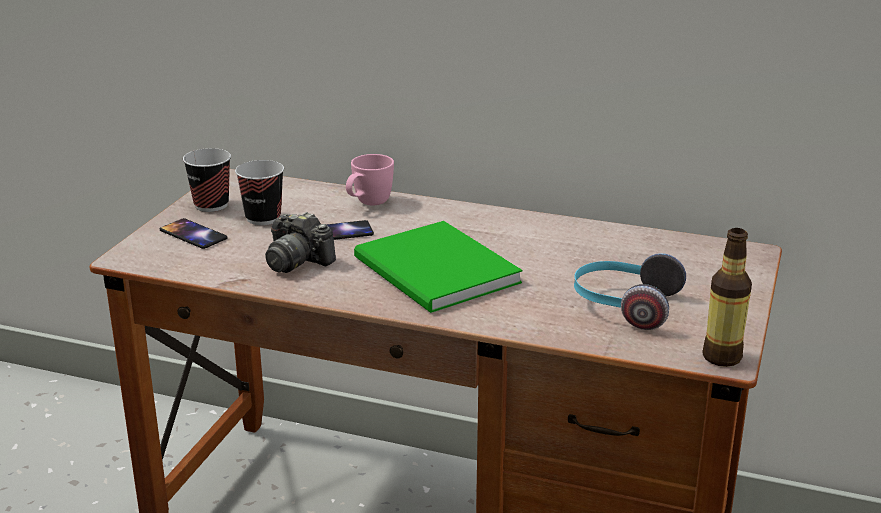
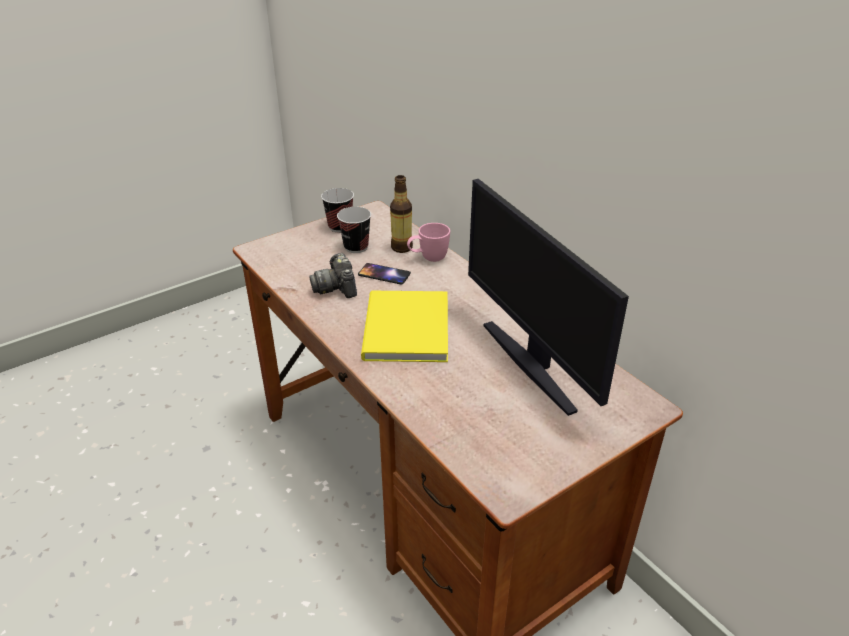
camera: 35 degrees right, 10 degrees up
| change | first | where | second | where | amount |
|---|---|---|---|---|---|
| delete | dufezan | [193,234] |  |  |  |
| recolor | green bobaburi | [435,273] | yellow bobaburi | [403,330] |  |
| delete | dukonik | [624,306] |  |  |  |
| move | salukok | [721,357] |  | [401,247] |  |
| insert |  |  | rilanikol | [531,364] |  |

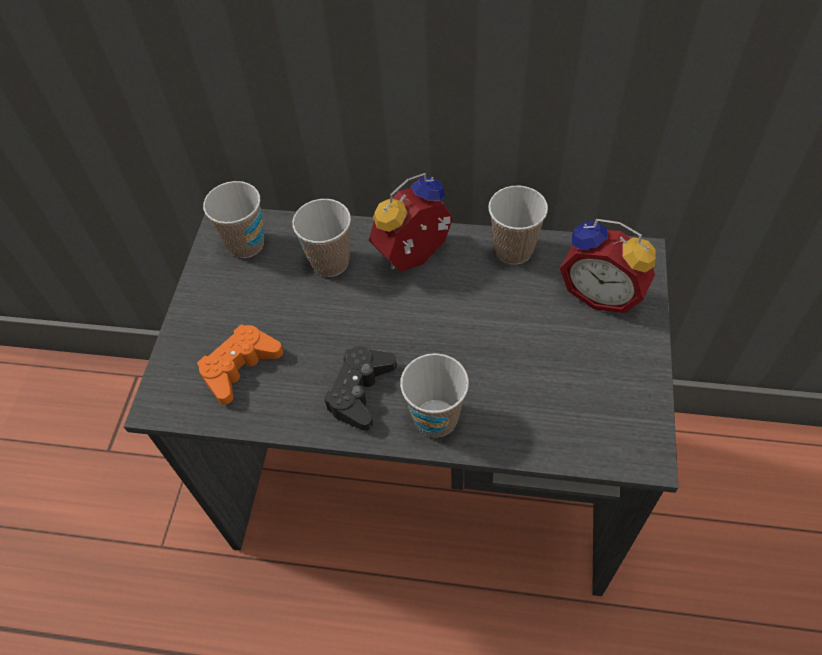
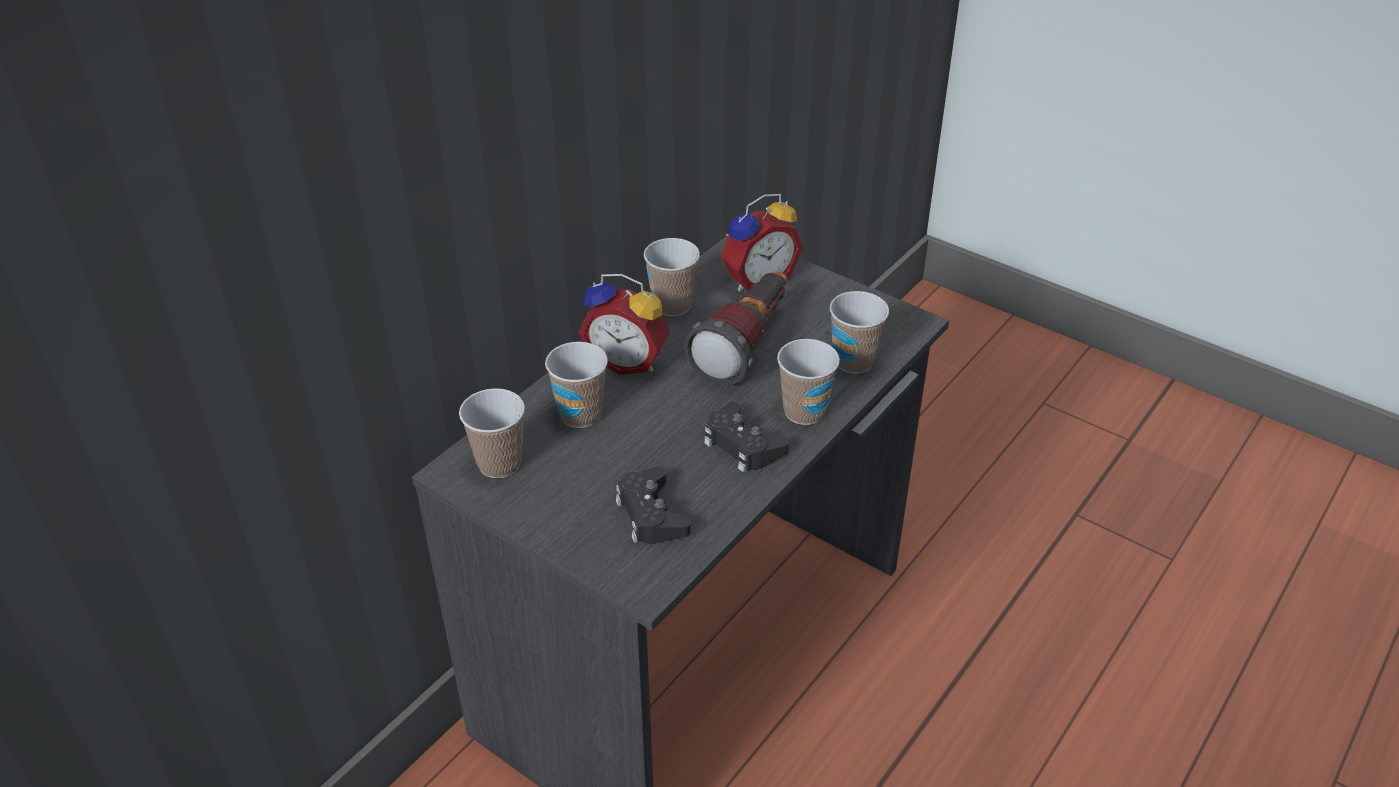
camera: 65 degrees left, 15 degrees down
| change | first | where | second | where | amount |
|---|---|---|---|---|---|
| recolor | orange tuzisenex | [240,367] | black tuzisenex | [651,514] |  |
| rotate | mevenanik | [416,258] |  | [628,361] | 60 degrees counterclockwise |
| insert |  |  | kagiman | [746,345] |  |
| insert |  |  | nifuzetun | [853,361] |  |

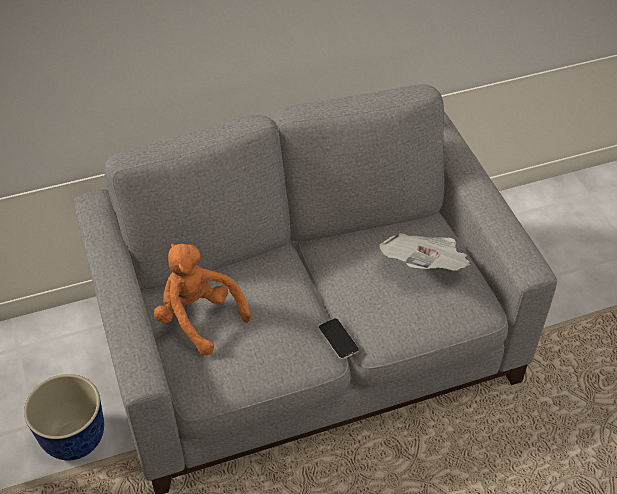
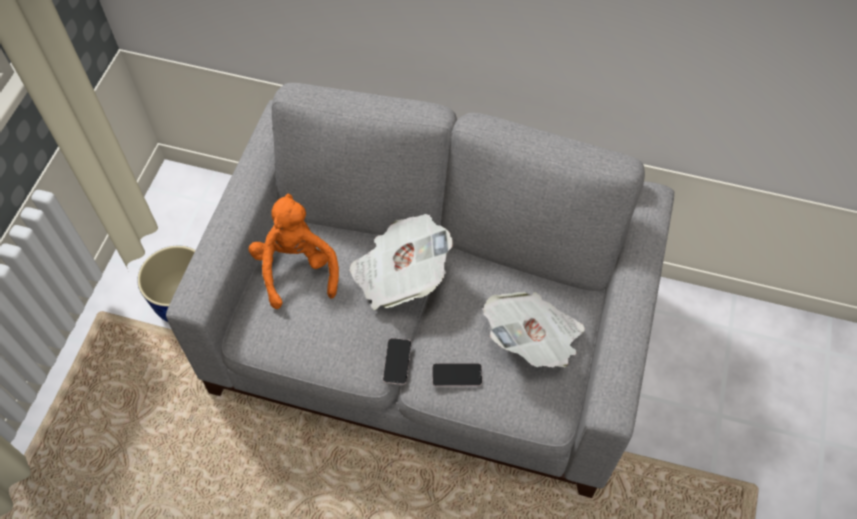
camera: 35 degrees right, 10 degrees up
| change | first | where | second | where | amount |
|---|---|---|---|---|---|
| insert |  |  | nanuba | [400,275] |  |
| insert |  |  | dufezan | [457,375] |  |

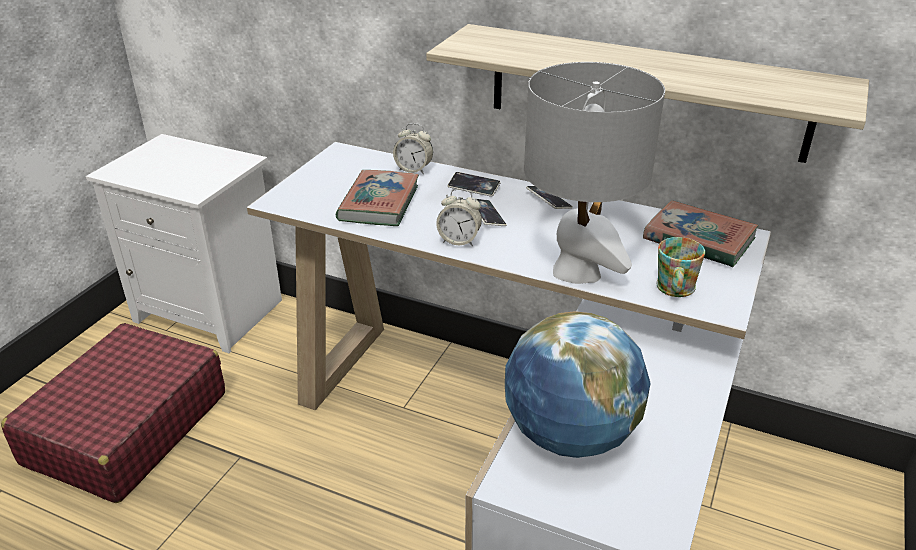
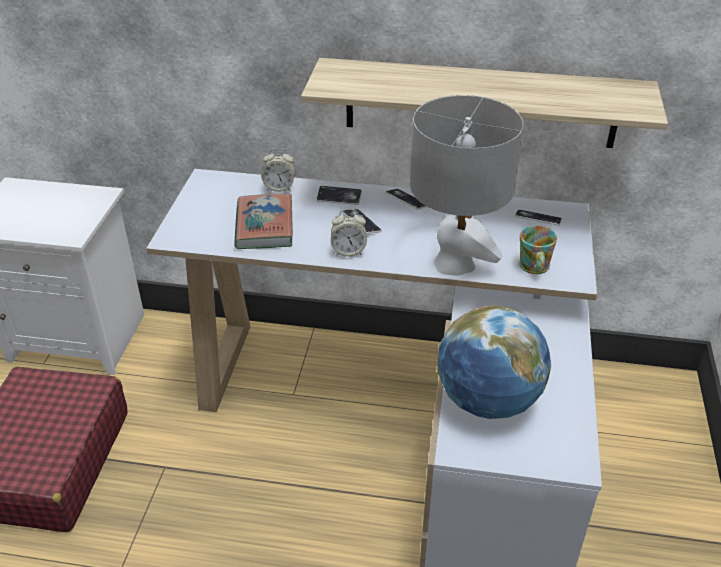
camera: 15 degrees left, 5 degrees up
| change | first | where | second | where | amount |
|---|---|---|---|---|---|
| replace | bobaburi | [698,239] | dufezan | [537,220] |  |

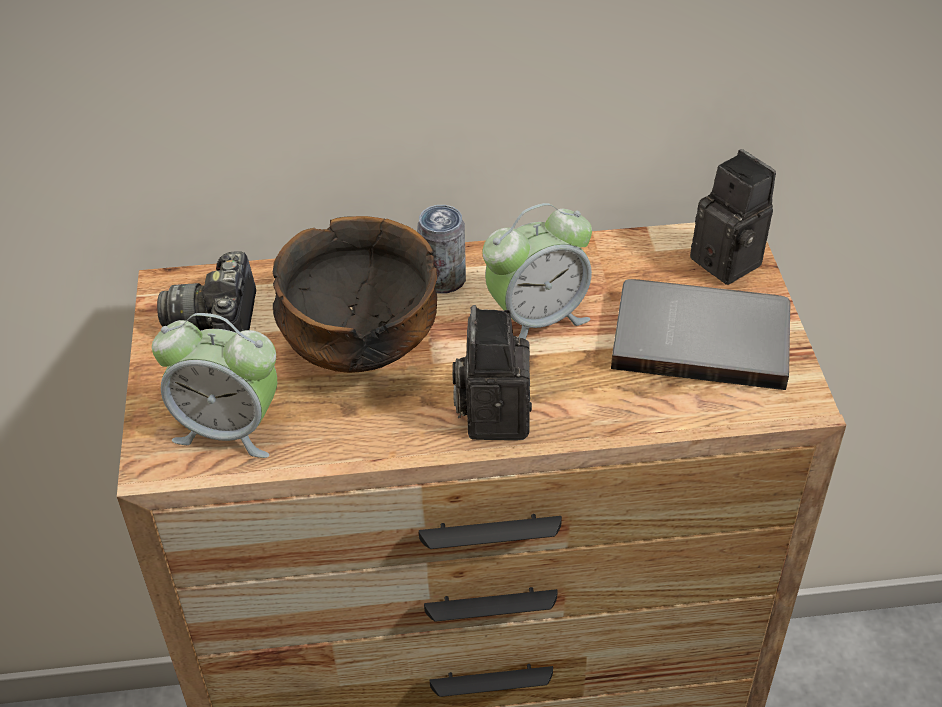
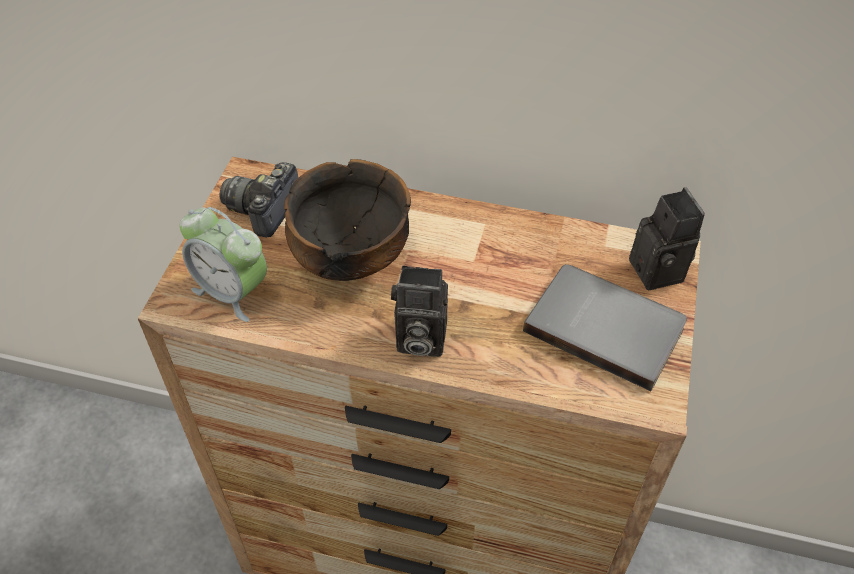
camera: 20 degrees right, 5 degrees up
| change | first | where | second | where | amount |
|---|---|---|---|---|---|
| delete | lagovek | [443,280] |  |  |  |
| rotate | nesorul | [493,414] |  | [418,339] | 105 degrees counterclockwise |
| delete | mevenanik | [537,319] |  |  |  |

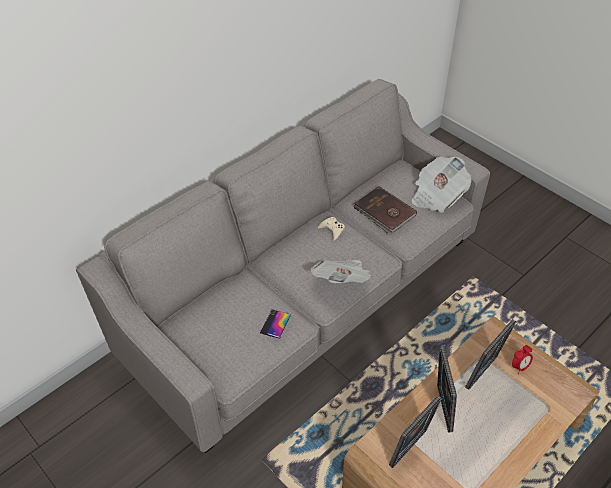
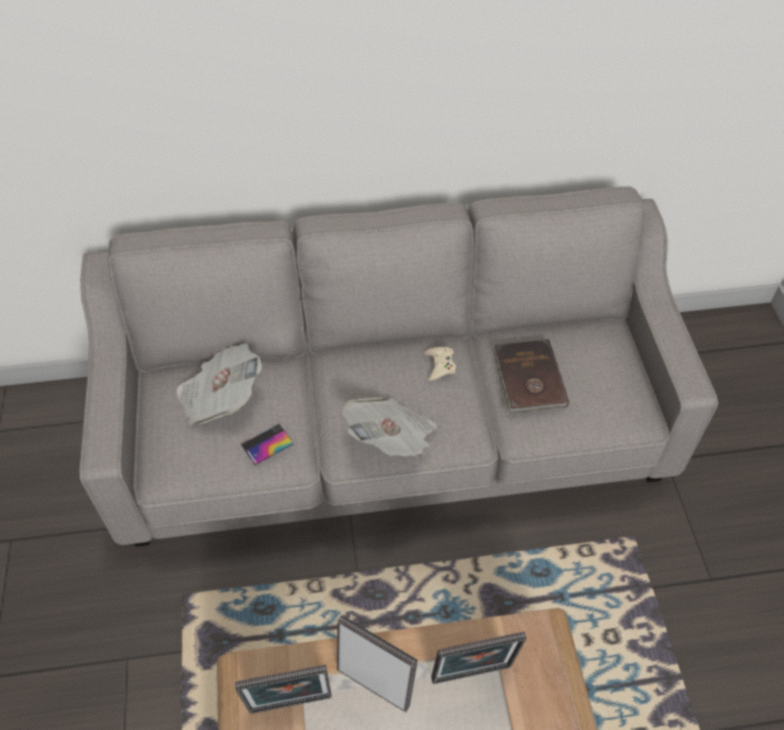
camera: 35 degrees right, 5 degrees up
| change | first | where | second | where | amount |
|---|---|---|---|---|---|
| move | nanuba | [437,195] |  | [220,398] |  |
| rotate | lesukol | [441,408] |  | [375,683] | 90 degrees clockwise |
| delete | mevenanik | [519,367] |  |  |  |

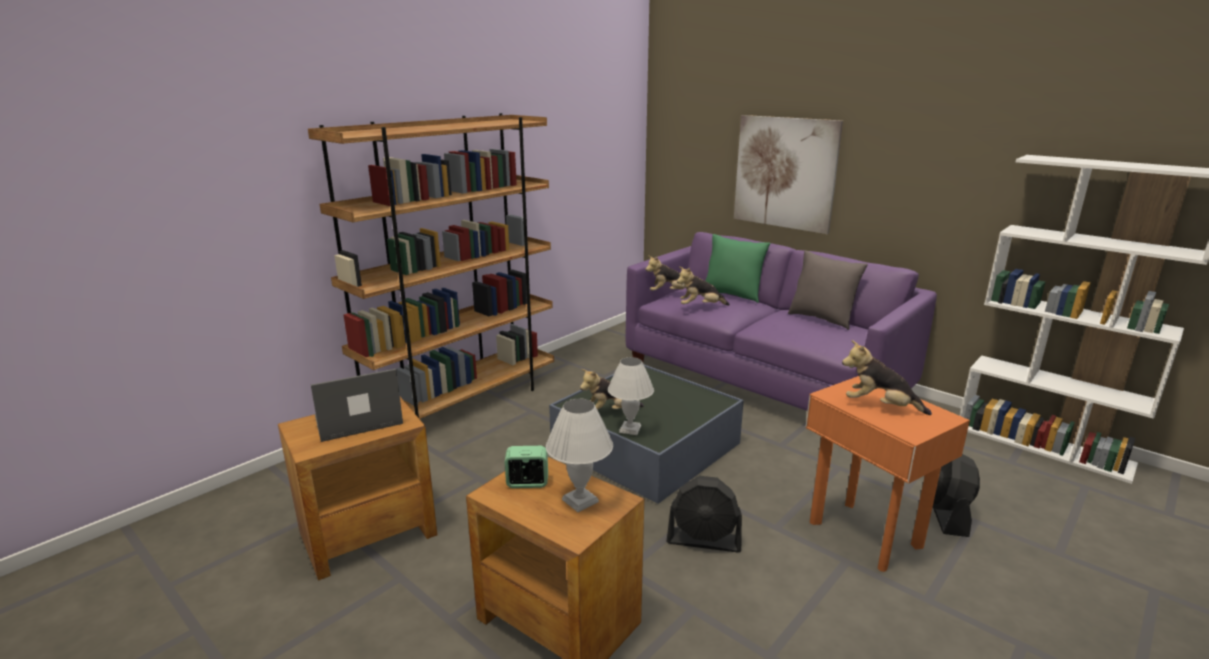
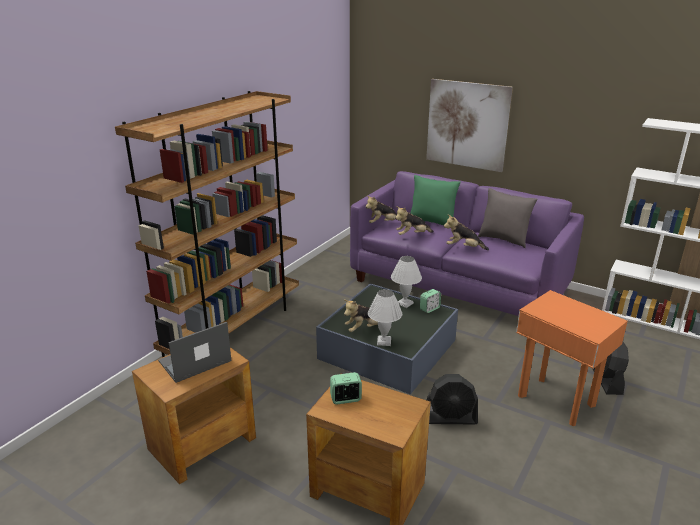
camera: 10 degrees left, 5 degrees up
| change | first | where | second | where | amount |
|---|---|---|---|---|---|
| move | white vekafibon | [580,500] |  | [405,303] |  |
| move | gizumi | [880,406] |  | [463,248] |  |
| insert |  |  | mevenanik | [429,309] |  |

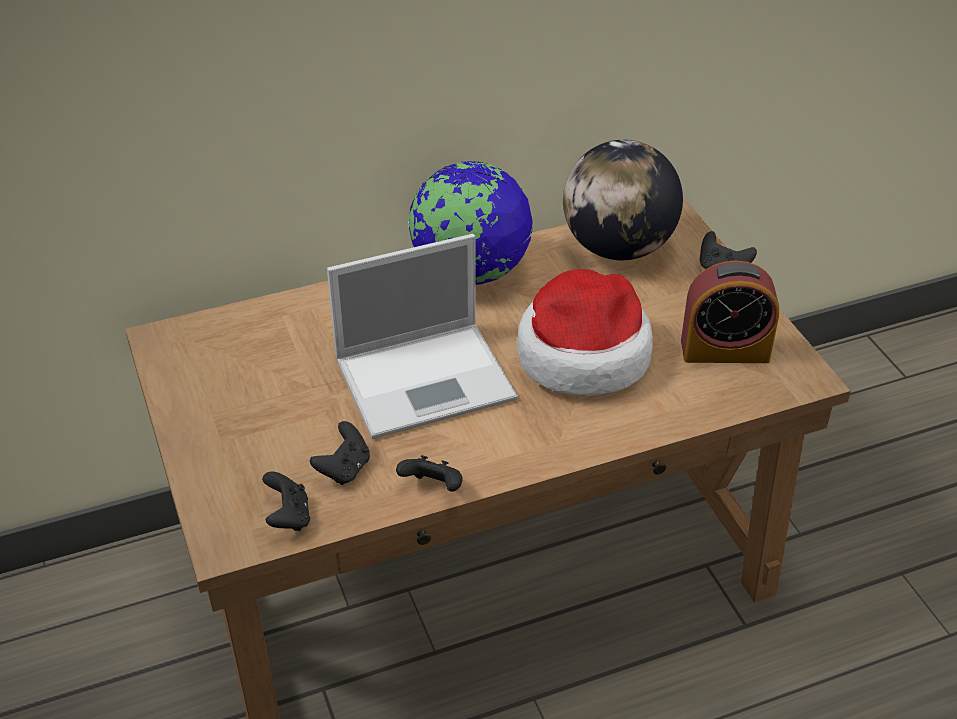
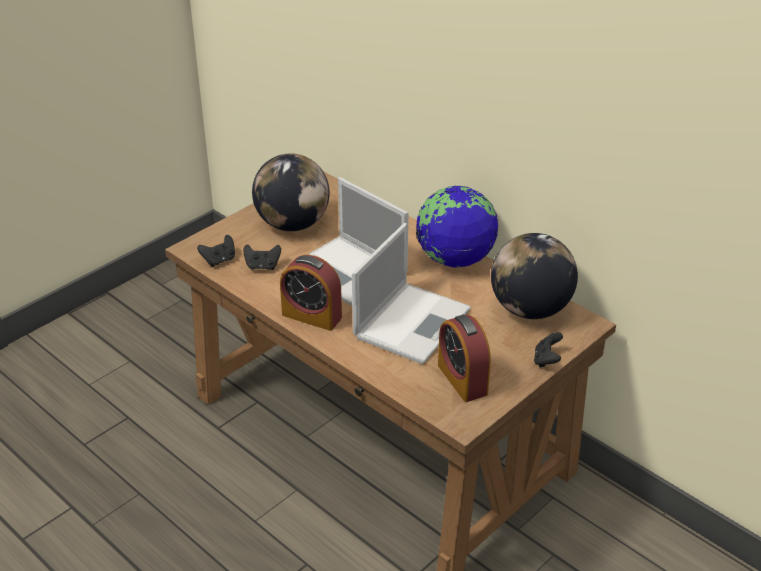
camera: 65 degrees right, 5 degrees down
| change | first | where | second | where | amount |
|---|---|---|---|---|---|
| delete | black tuzisenex | [433,488] |  |  |  |
| replace | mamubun | [582,354] | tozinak | [413,321] |  |
| insert |  |  | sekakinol | [292,224] |  |
| insert |  |  | mevenanik | [312,316] |  |

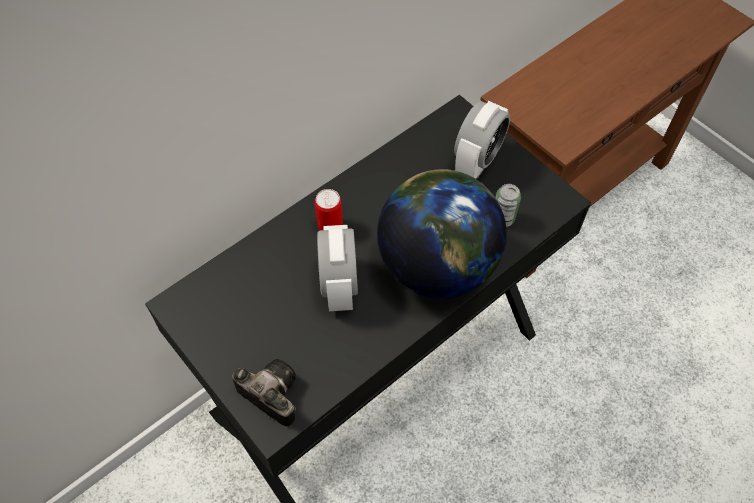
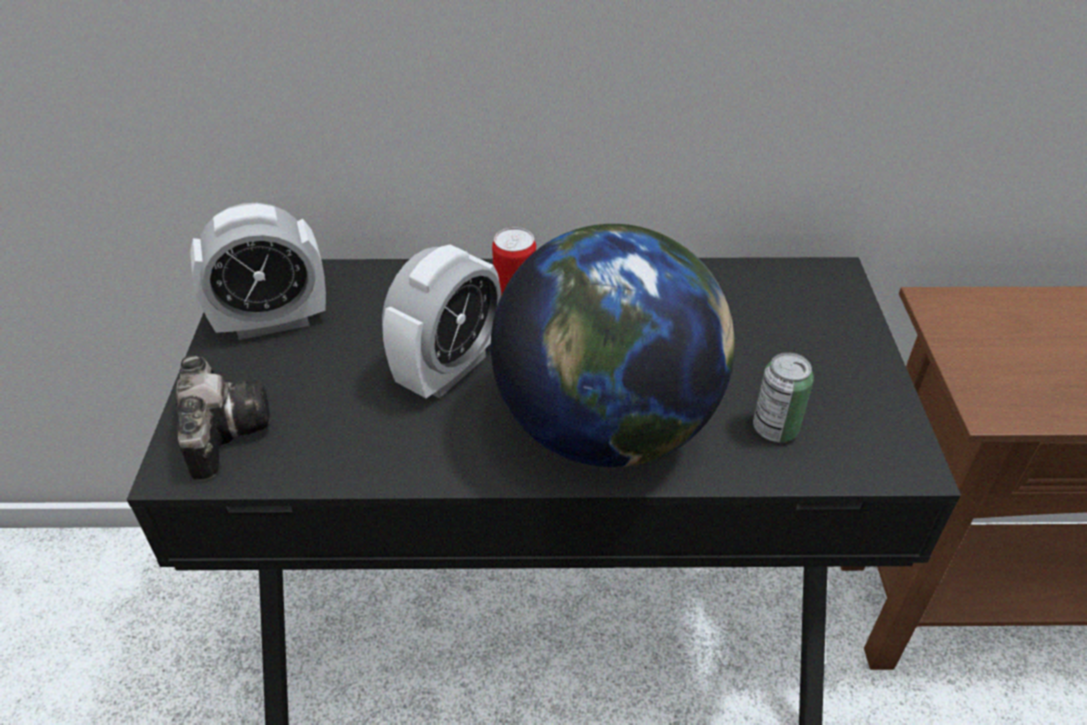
camera: 40 degrees right, 15 degrees down
| change | first | where | second | where | amount |
|---|---|---|---|---|---|
| move | mevenanik | [477,161] |  | [272,321] |  |

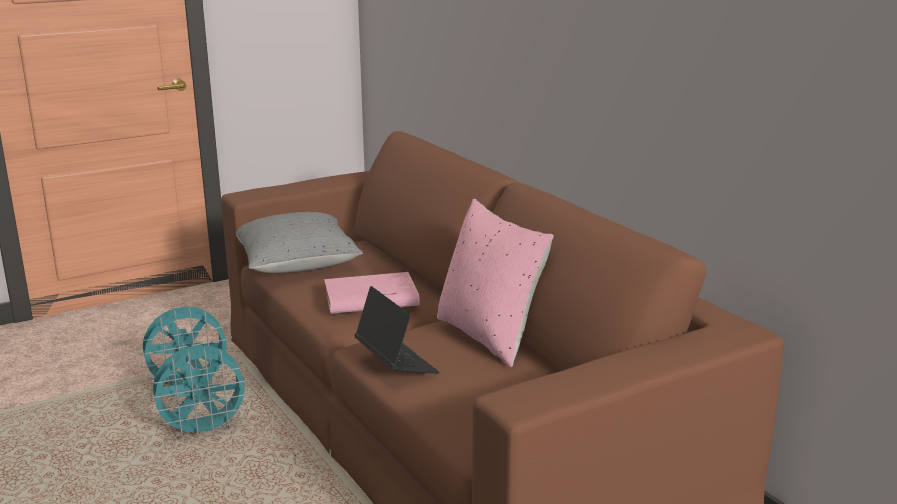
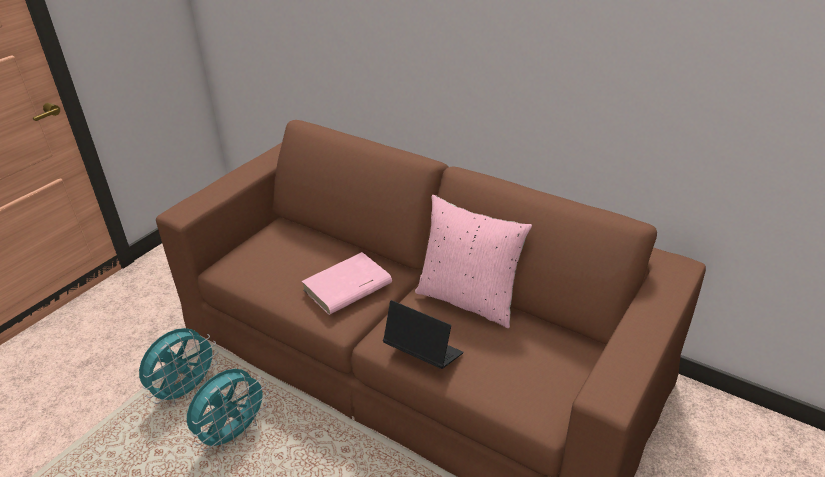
camera: 25 degrees left, 15 degrees up
| change | first | where | second | where | amount |
|---|---|---|---|---|---|
| delete | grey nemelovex | [297,264] |  |  |  |

